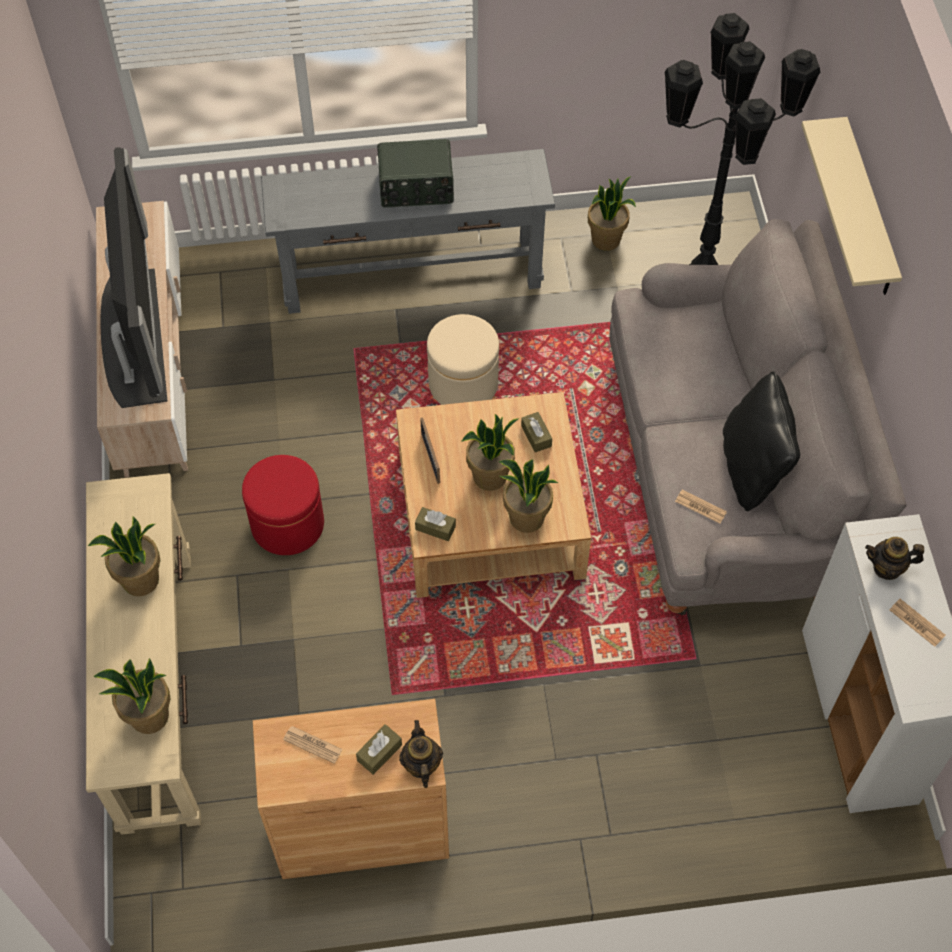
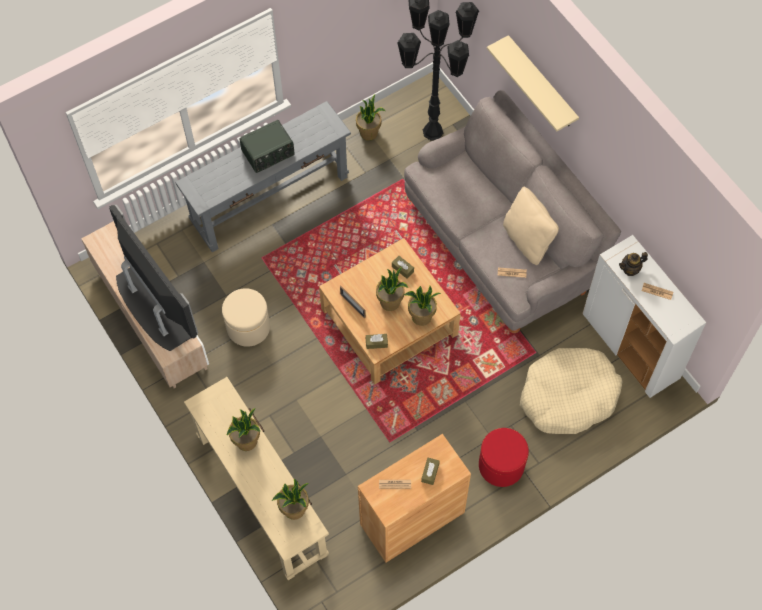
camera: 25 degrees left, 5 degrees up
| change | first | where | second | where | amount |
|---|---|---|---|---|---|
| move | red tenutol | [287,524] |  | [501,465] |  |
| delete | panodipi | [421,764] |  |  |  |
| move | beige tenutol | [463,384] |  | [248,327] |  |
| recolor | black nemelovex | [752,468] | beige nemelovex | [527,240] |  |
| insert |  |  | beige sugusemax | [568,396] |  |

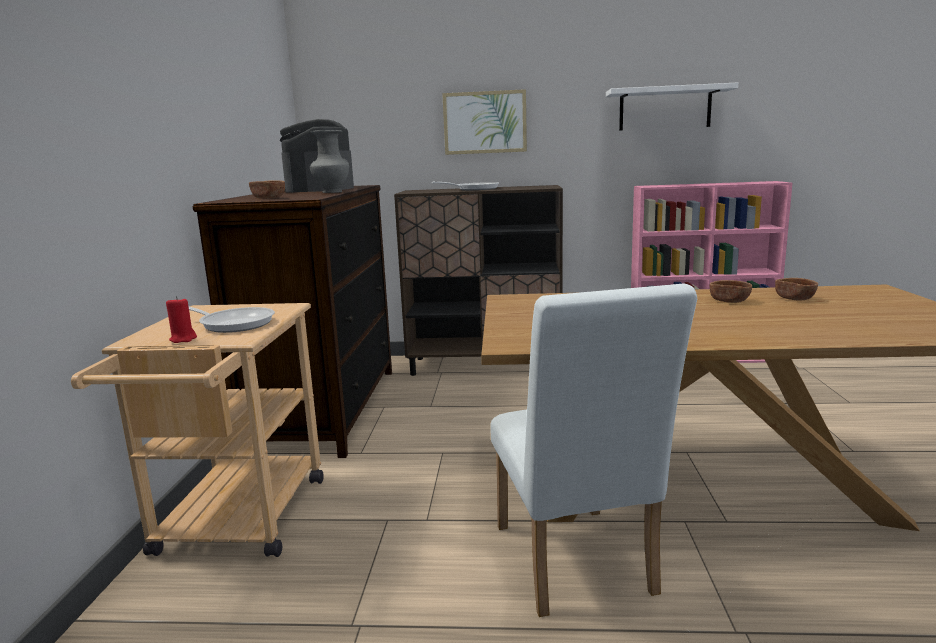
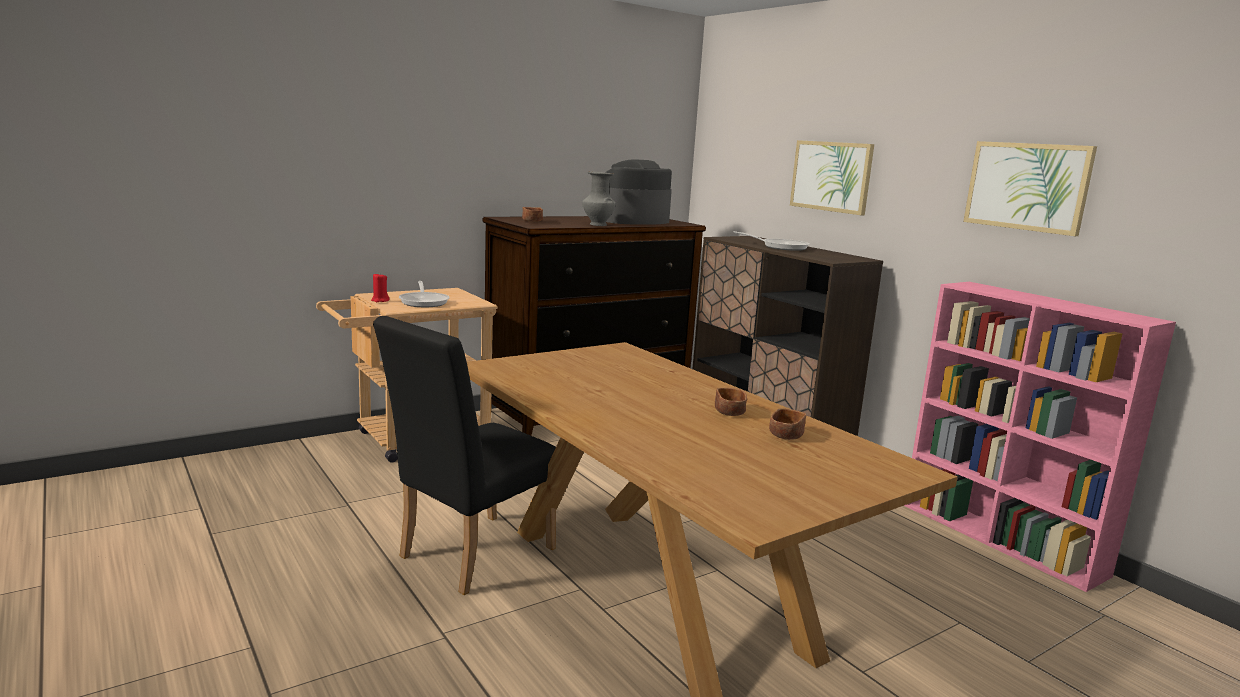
camera: 50 degrees right, 0 degrees up
| change | first | where | second | where | amount |
|---|---|---|---|---|---|
| recolor | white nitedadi | [576,567] | black nitedadi | [468,556] |  |
| replace | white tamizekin | [665,108] | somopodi | [1027,186] |  |

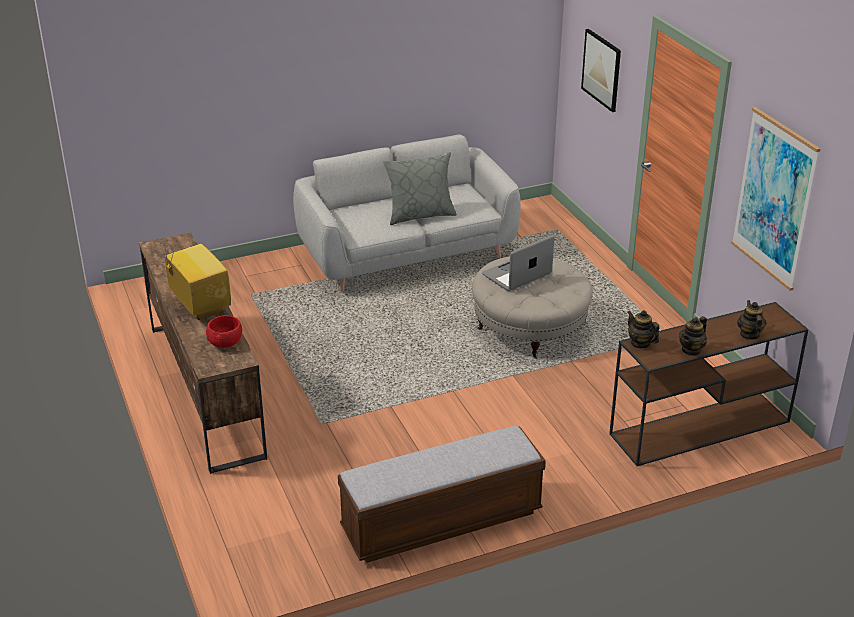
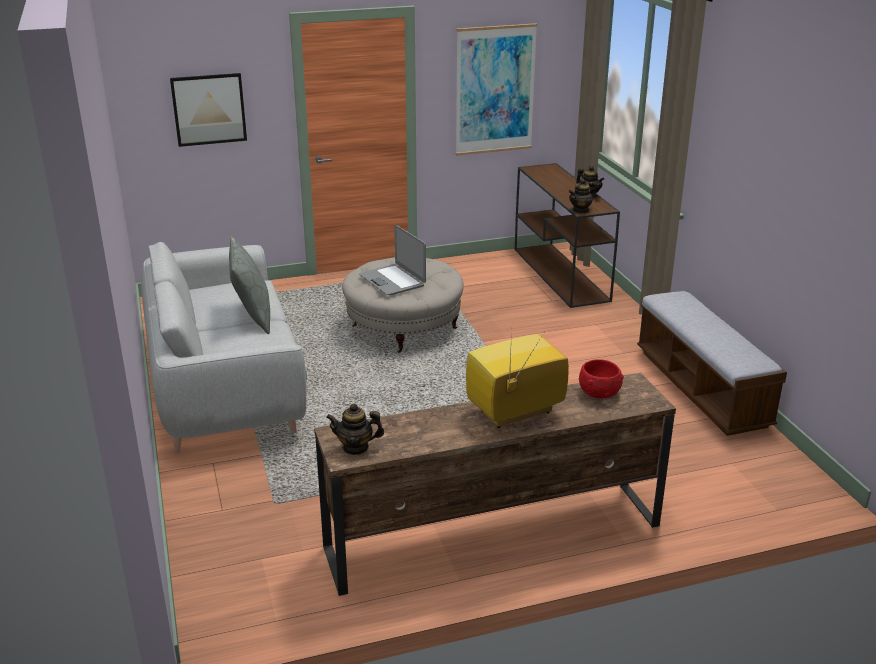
camera: 85 degrees left, 5 degrees down
| change | first | where | second | where | amount |
|---|---|---|---|---|---|
| move | panodipi | [749,335] |  | [356,447] |  |

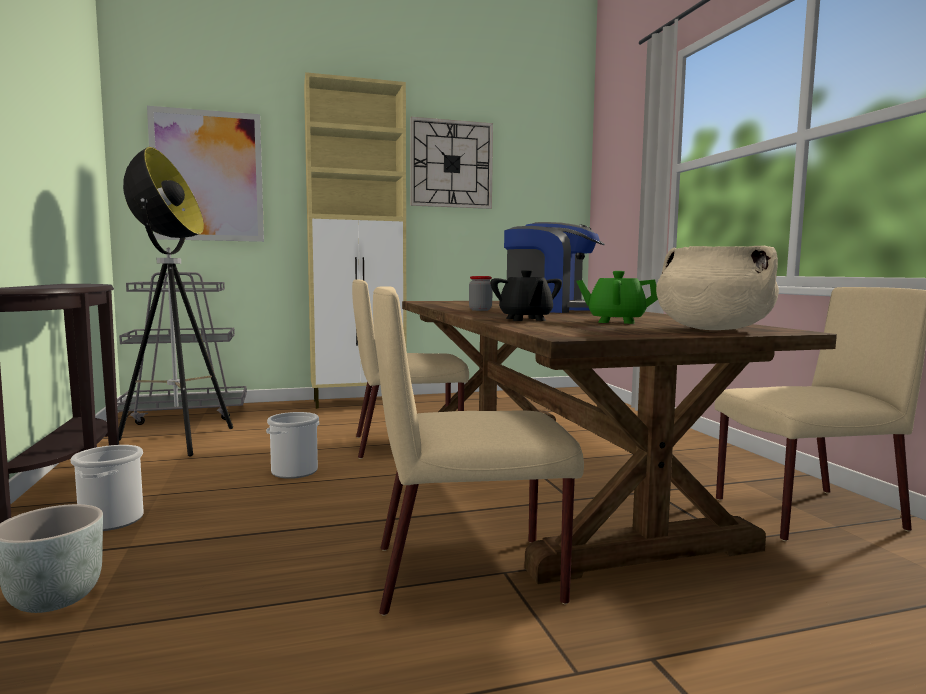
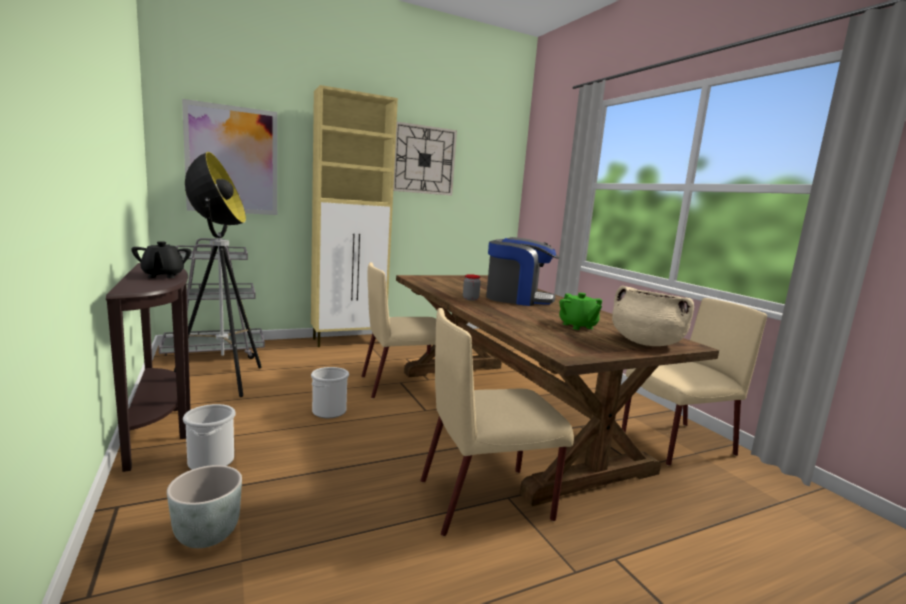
camera: 10 degrees left, 5 degrees up
| change | first | where | second | where | amount |
|---|---|---|---|---|---|
| move | black panodipi | [525,319] |  | [163,276] |  |
| rotate | green panodipi | [616,321] |  | [577,326] | 120 degrees counterclockwise |

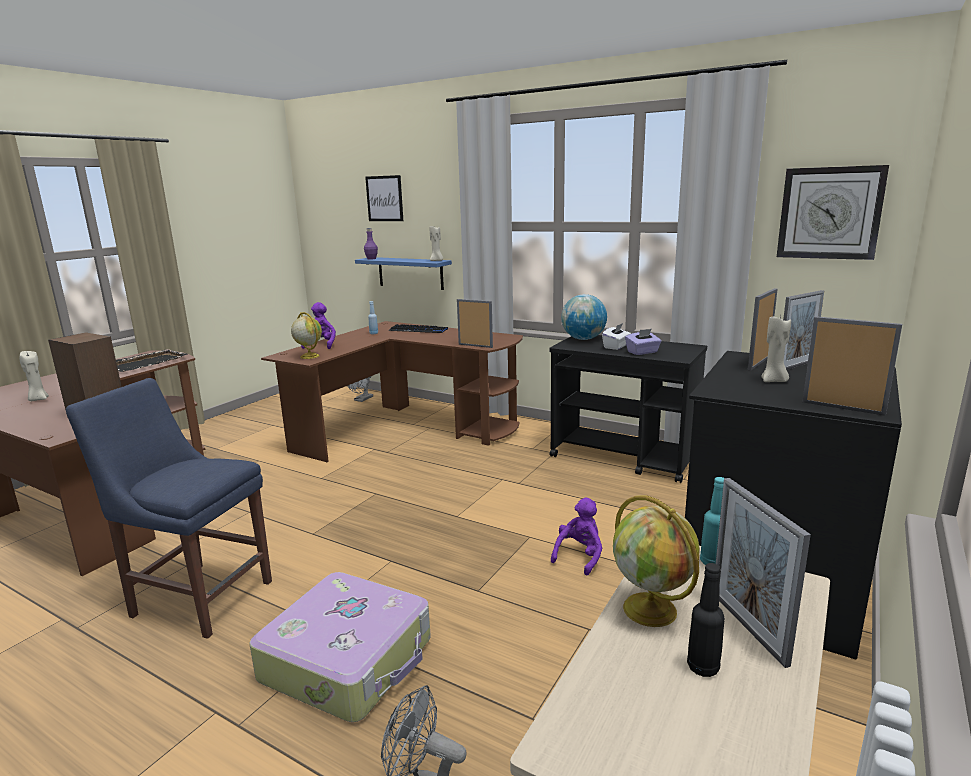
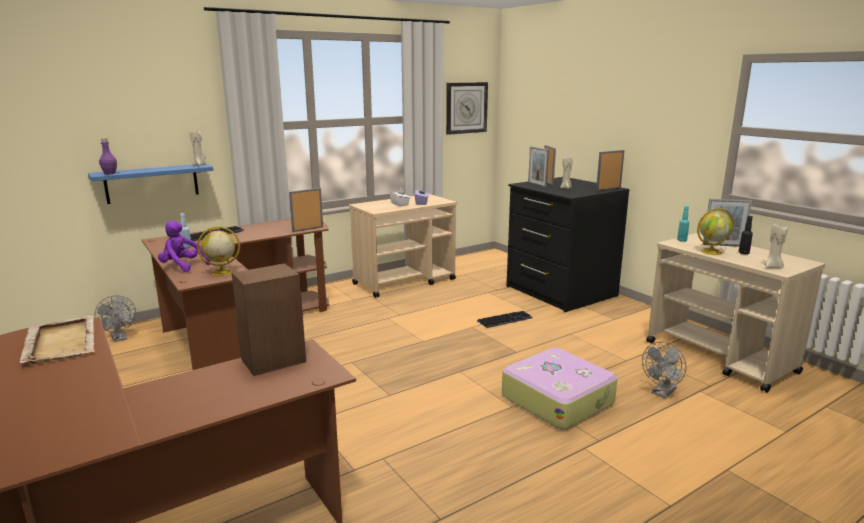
camera: 65 degrees left, 0 degrees up
| change | first | where | second | where | amount |
|---|---|---|---|---|---|
| move | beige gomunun | [38,399] |  | [773,267] |  |
| delete | blue nitedadi | [198,597] |  |  |  |
| recolor | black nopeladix | [147,362] | beige nopeladix | [61,342] |  |
| delete | somopodi | [384,198] |  |  |  |
| recolor | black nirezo | [624,457] | beige nirezo | [405,281] |  |
| replace | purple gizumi | [579,556] | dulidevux | [505,320] |  |
| delete | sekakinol | [583,339] |  |  |  |

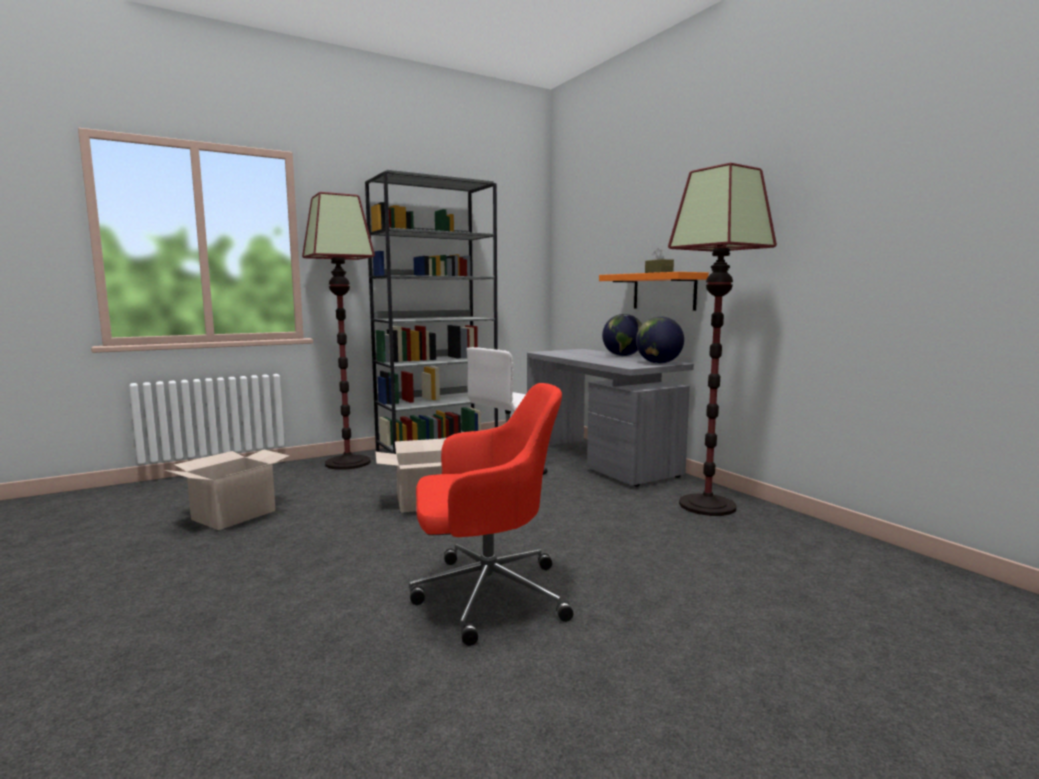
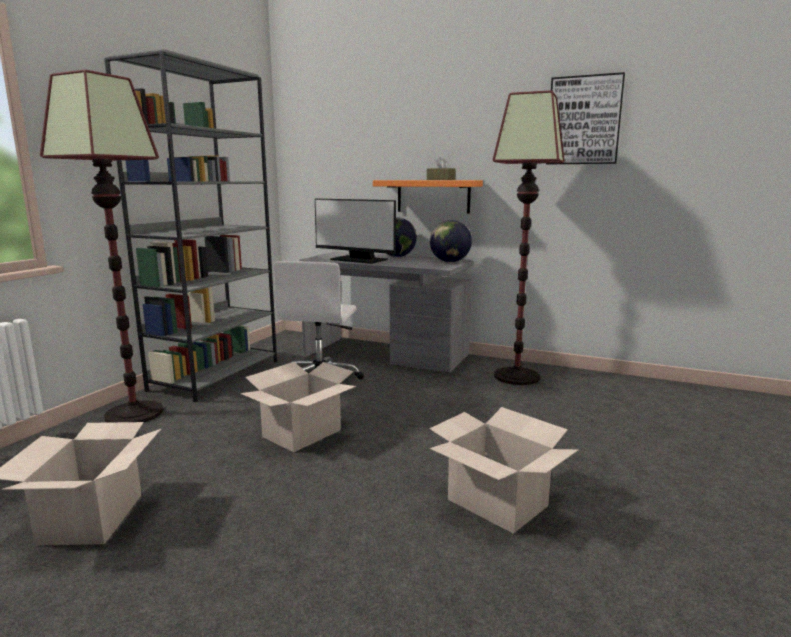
camera: 35 degrees left, 5 degrees up
| change | first | where | second | where | amount |
|---|---|---|---|---|---|
| replace | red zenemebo | [486,595] | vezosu | [498,502] |  |
| insert |  |  | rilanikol | [358,260] |  |
| insert |  |  | somopodi | [584,120] |  |

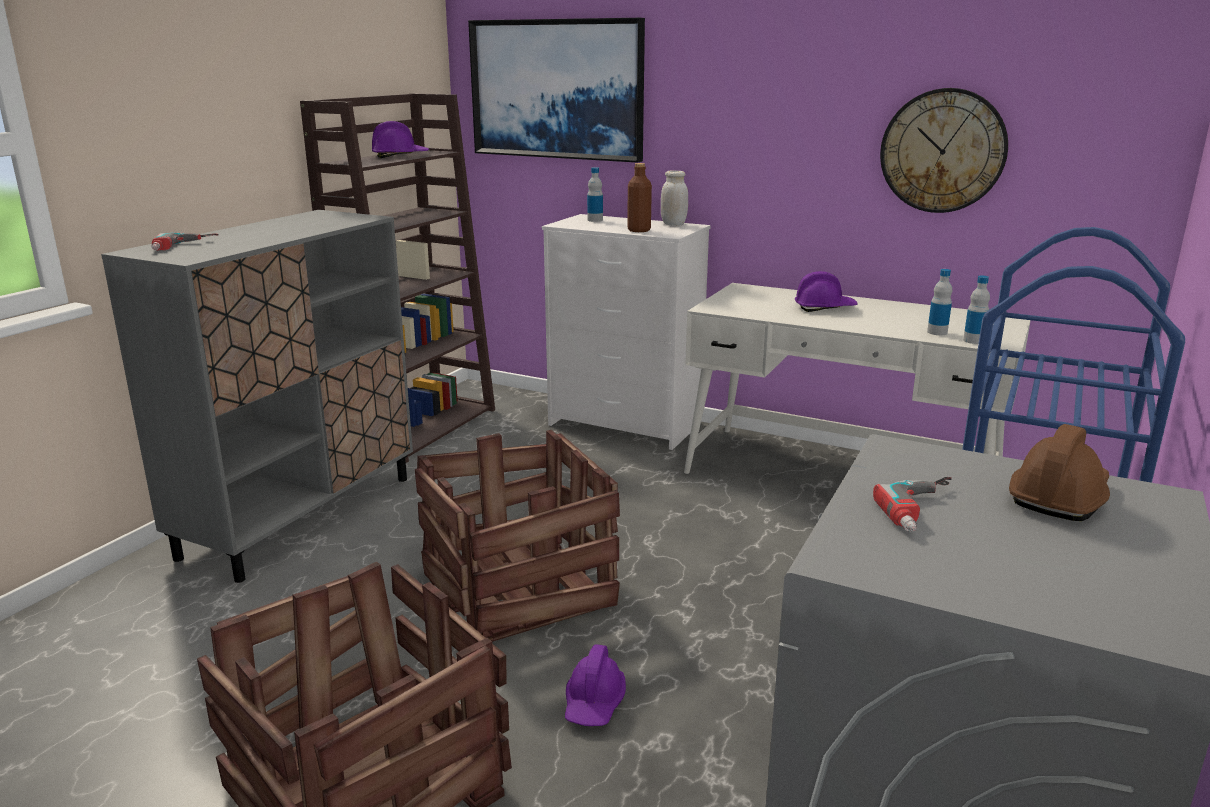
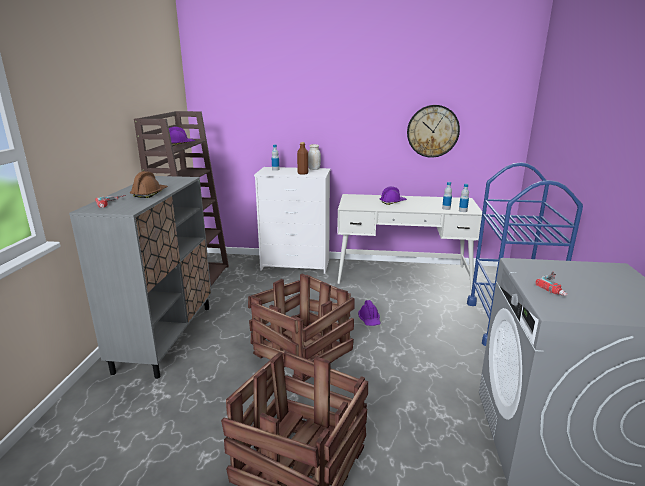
camera: 20 degrees left, 0 degrees up
| change | first | where | second | where | amount |
|---|---|---|---|---|---|
| delete | somopodi | [557,89] |  |  |  |
| move | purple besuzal | [594,702] |  | [369,320] |  |
| move | brown besuzal | [1059,496] |  | [149,194] |  |

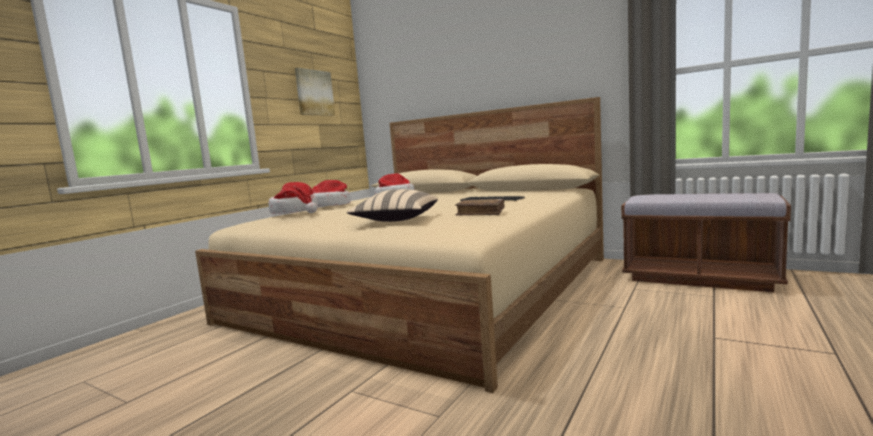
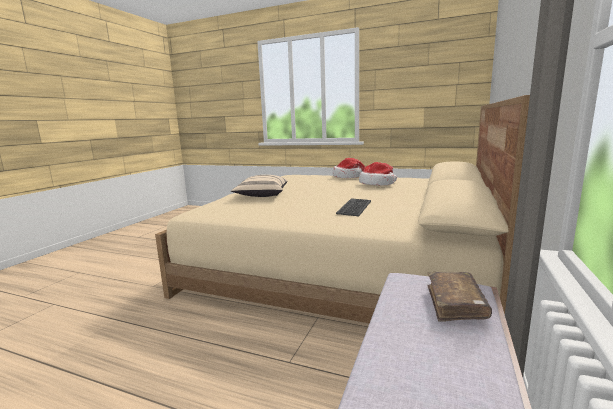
camera: 80 degrees right, 5 degrees up
| change | first | where | second | where | amount |
|---|---|---|---|---|---|
| delete | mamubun | [296,212] |  |  |  |
| delete | somopodi | [314,93] |  |  |  |
| move | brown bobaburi | [480,213] |  | [455,304] |  |

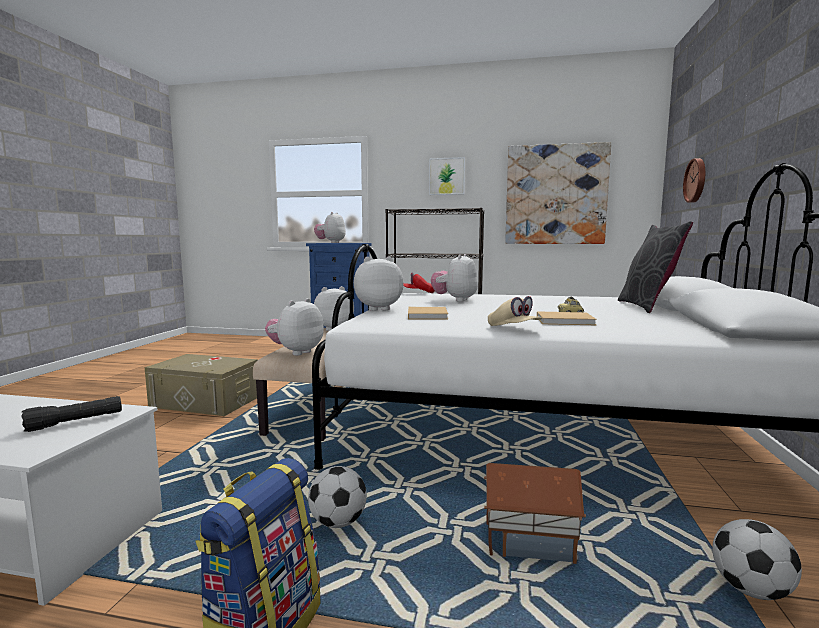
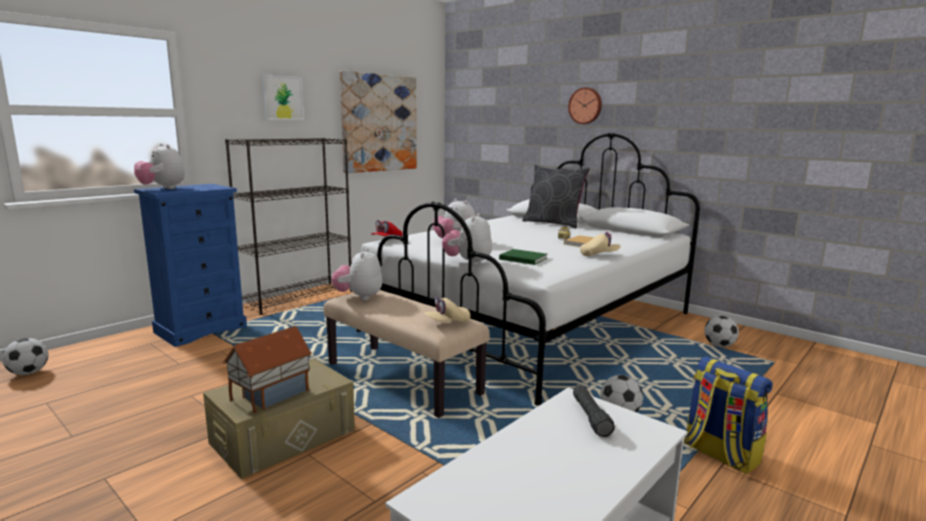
camera: 60 degrees left, 5 degrees up
| change | first | where | second | where | amount |
|---|---|---|---|---|---|
| replace | gizumi | [296,352] | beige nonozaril | [447,323] |  |
| recolor | beige bobaburi | [427,315] | green bobaburi | [522,258] |  |
| move | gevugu | [528,543] |  | [270,395] |  |
| move | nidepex | [696,180] |  | [585,106] |  |
| insert |  |  | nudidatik | [28,373] |  |

